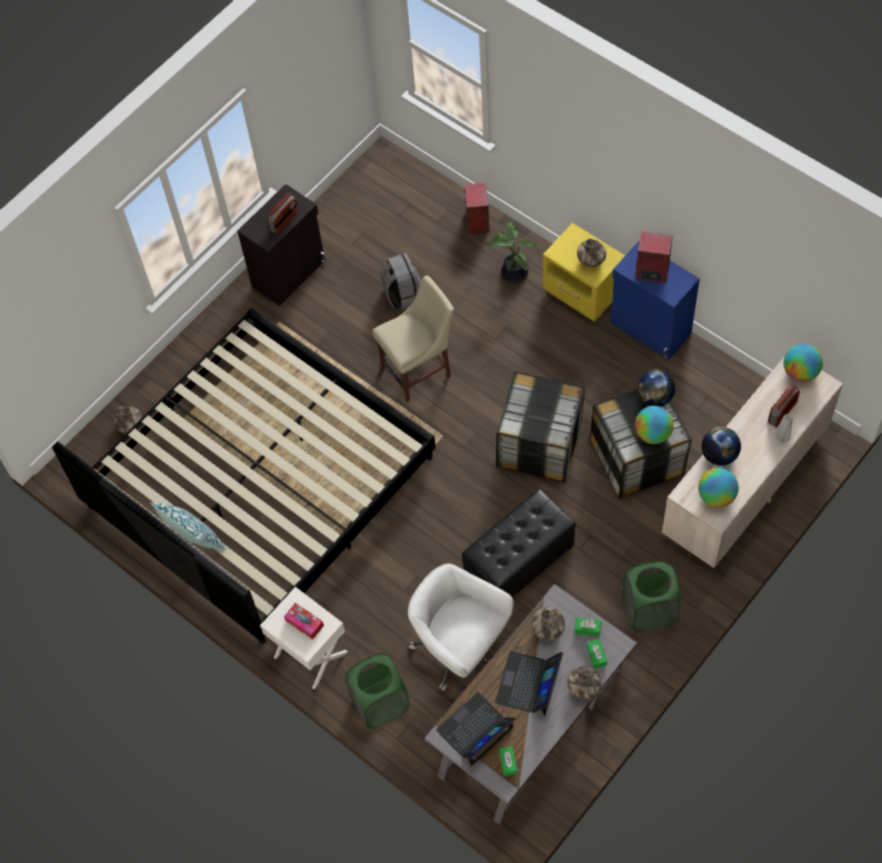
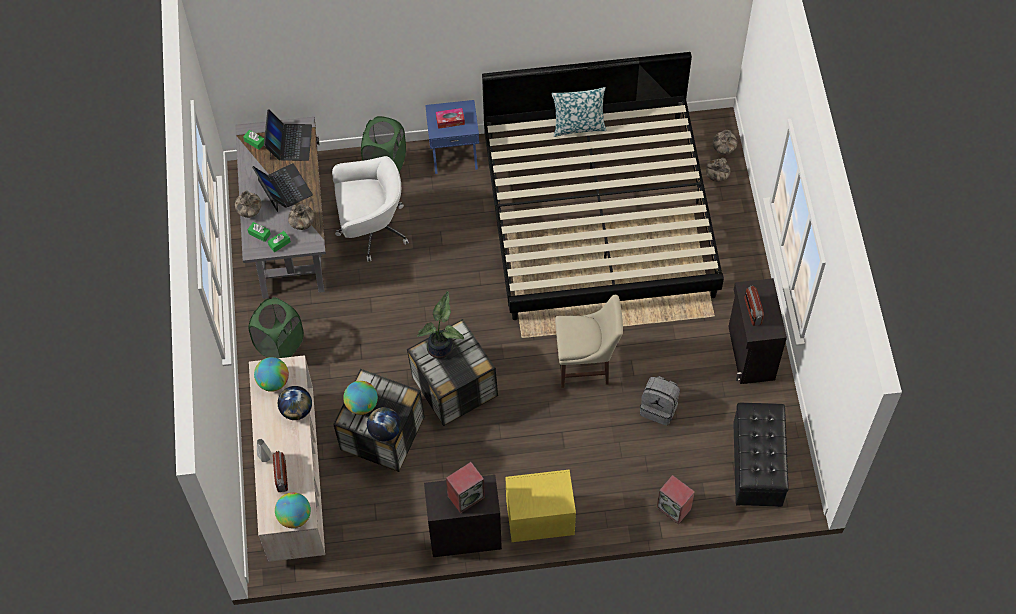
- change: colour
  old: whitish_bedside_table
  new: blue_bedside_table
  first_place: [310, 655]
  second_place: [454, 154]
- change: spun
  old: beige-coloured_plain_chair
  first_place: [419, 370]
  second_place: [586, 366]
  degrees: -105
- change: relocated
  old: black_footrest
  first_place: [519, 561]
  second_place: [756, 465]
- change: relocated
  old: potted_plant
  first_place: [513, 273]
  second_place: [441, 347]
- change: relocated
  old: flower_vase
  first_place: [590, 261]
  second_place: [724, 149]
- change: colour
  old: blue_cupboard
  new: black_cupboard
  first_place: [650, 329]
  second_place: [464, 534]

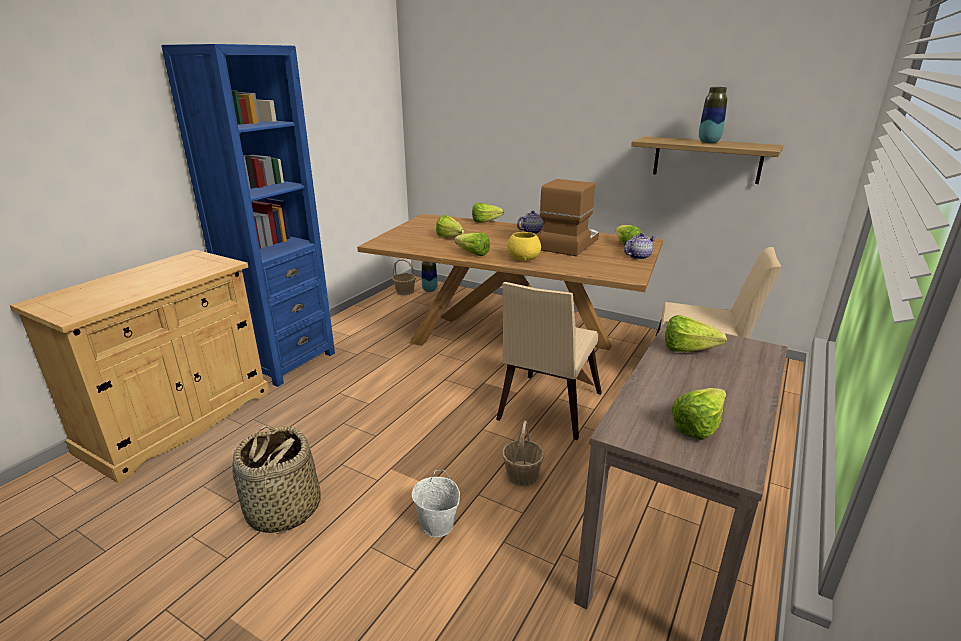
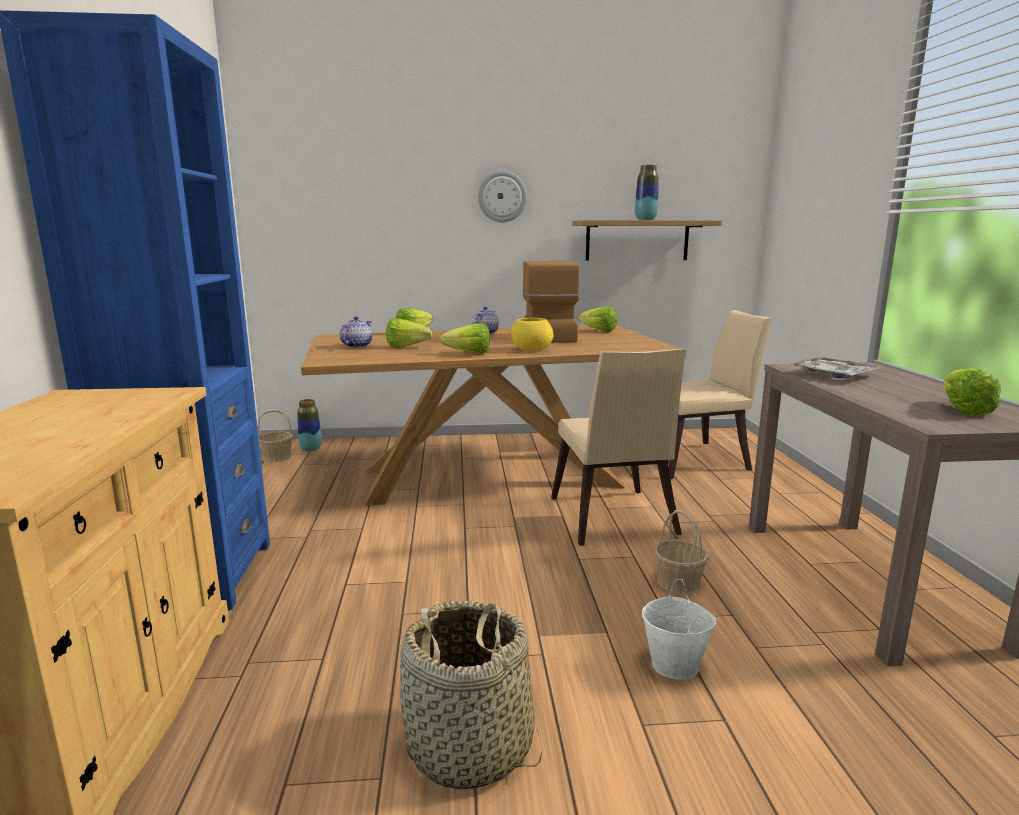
- change: relocated
  old: pot_for_tea
  first_place: [638, 256]
  second_place: [357, 346]
- change: exchanged
  old: lettuce_head
  new: tray
  first_place: [693, 351]
  second_place: [834, 375]
- change: appeared
  new: clock_on_the_wall
  second_place: [502, 196]

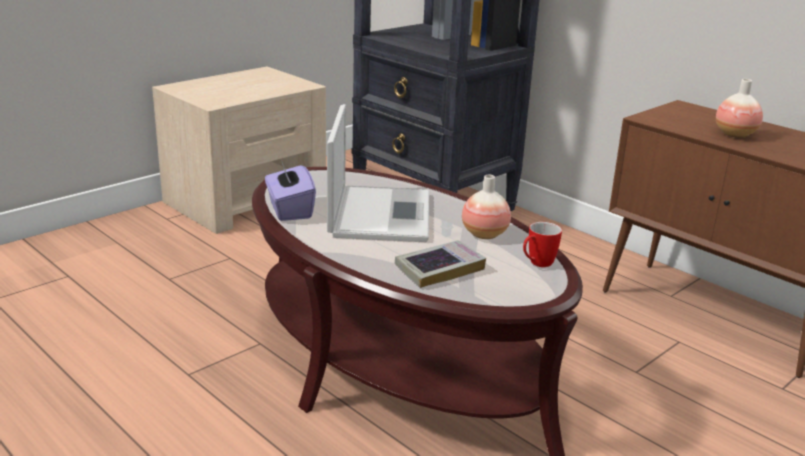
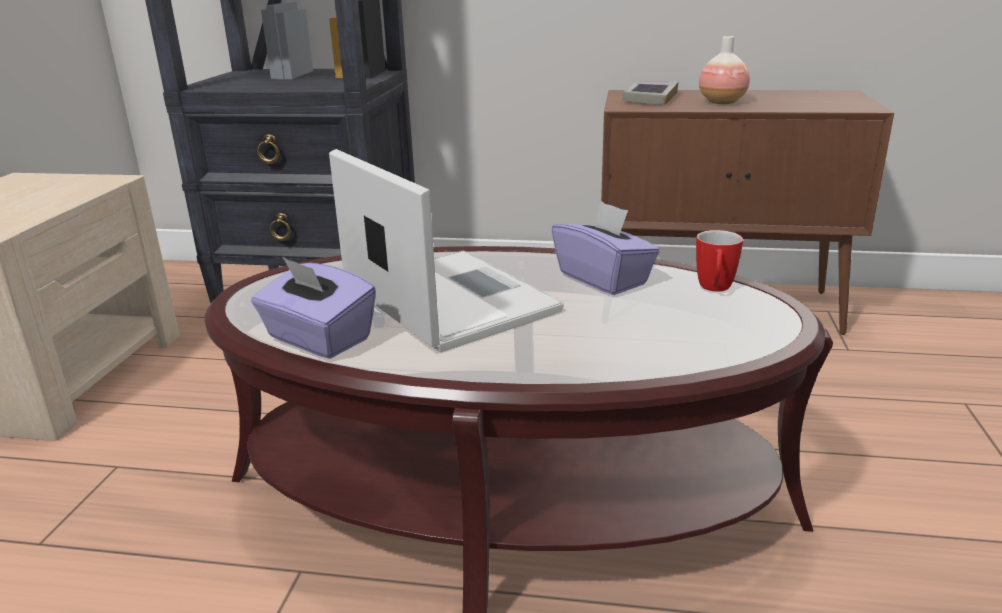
- change: relocated
  old: book
  first_place: [439, 269]
  second_place: [650, 98]
- change: exchanged
  old: flower_vase
  new: purplish_tissue_holder
  first_place: [484, 234]
  second_place: [604, 279]

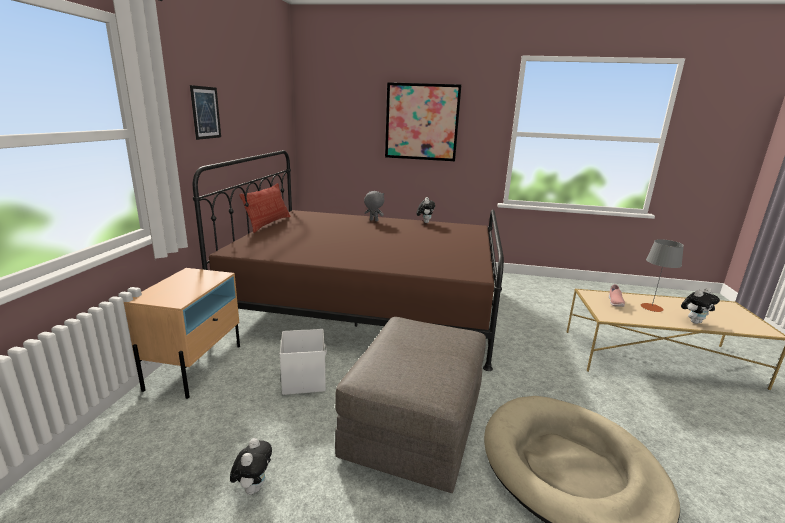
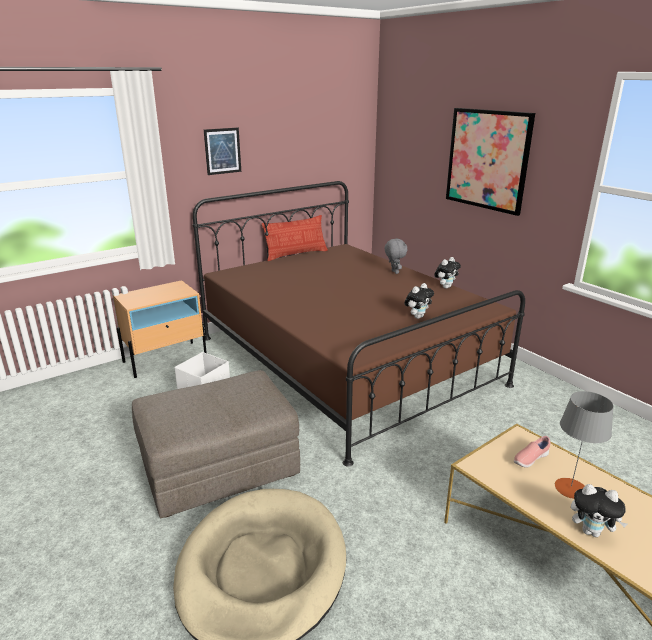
- change: relocated
  old: soft_toy
  first_place: [253, 487]
  second_place: [417, 316]

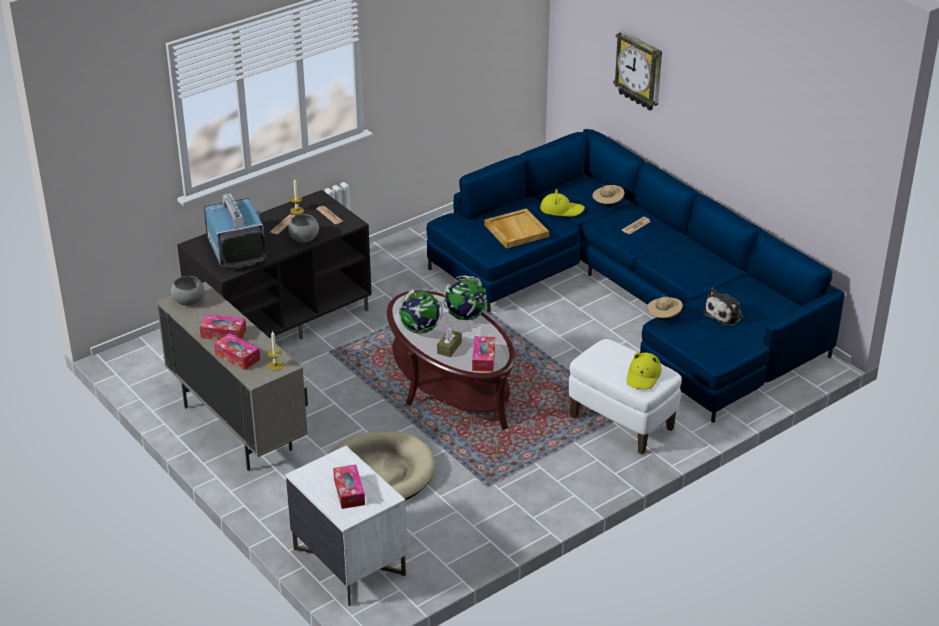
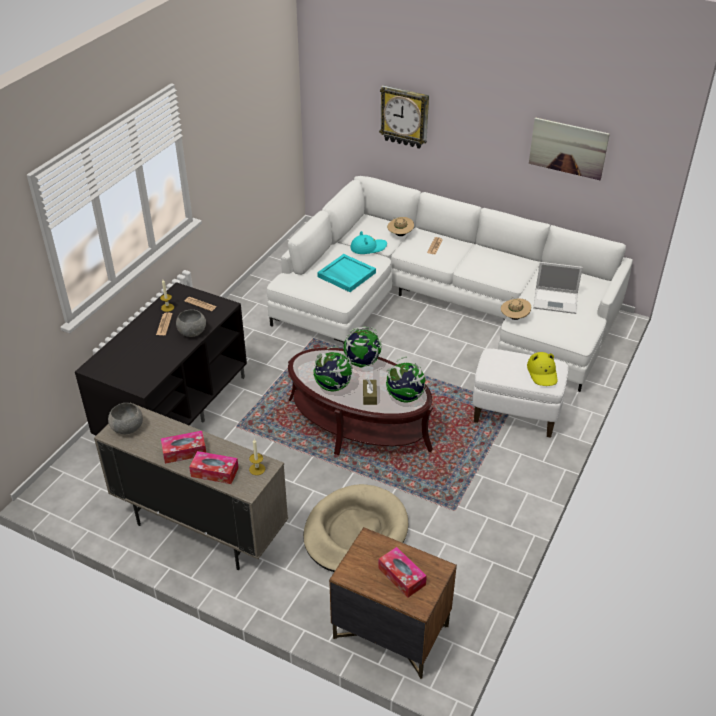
- change: missing
  old: television
  first_place: [236, 249]
- change: colour
  old: whitish_bedside_table
  new: brownish_bedside_table
  first_place: [348, 562]
  second_place: [390, 632]
- change: colour
  old: blue_settee
  new: whitish_settee
  first_place: [631, 297]
  second_place: [444, 305]
- change: exchanged
  old: tissue_holder
  new: globe
  first_place: [483, 359]
  second_place: [405, 397]
- change: colour
  old: beige-coloured_tray
  new: turquoise_tray
  first_place: [515, 230]
  second_place: [346, 275]
- change: colour
  old: yellow_wearable_hat
  new: turquoise_wearable_hat
  first_place: [561, 209]
  second_place: [368, 247]
- change: exchanged
  old: soft_toy
  new: notebook_computer
  first_place: [725, 314]
  second_place: [556, 301]
- change: appeared
  new: picture
  second_place: [568, 148]

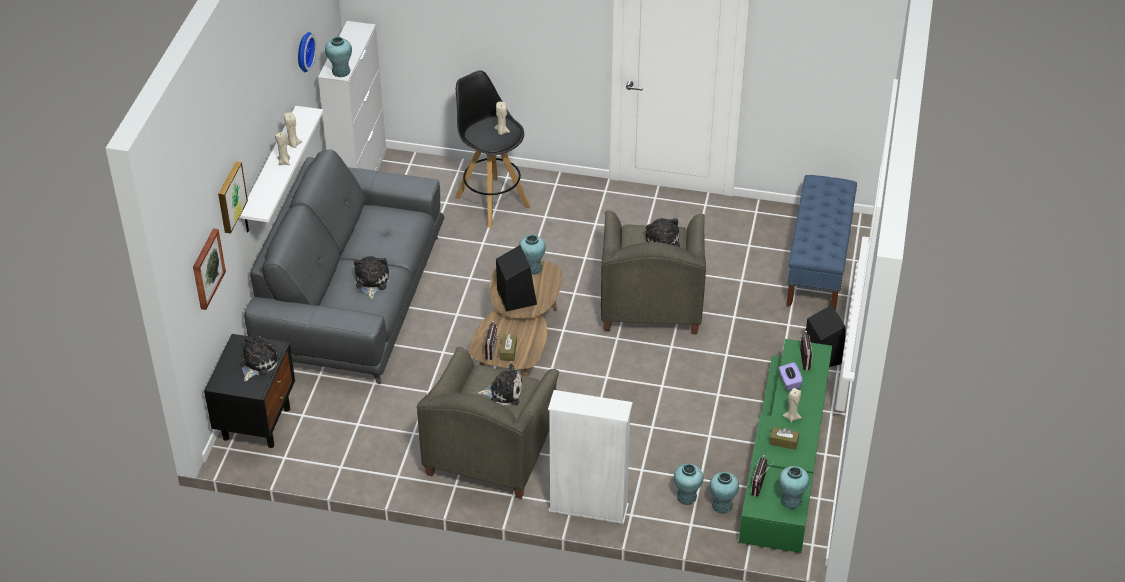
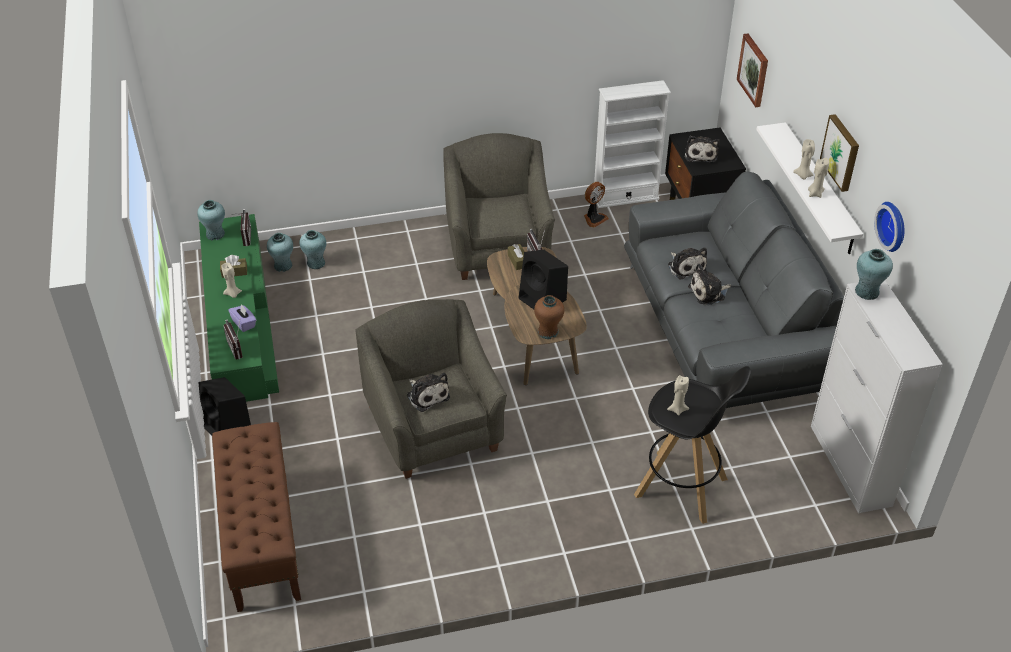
- change: relocated
  old: picture
  first_place: [230, 196]
  second_place: [841, 152]
- change: relocated
  old: soft_toy
  first_place: [503, 392]
  second_place: [709, 292]
- change: colour
  old: turquoise_flower_vase
  new: brownish_flower_vase
  first_place: [532, 268]
  second_place: [548, 332]
- change: relocated
  old: whitish_bookcase
  first_place: [588, 508]
  second_place: [625, 197]
- change: colour
  old: blue_long_seat
  new: brownish_long_seat
  first_place: [818, 265]
  second_place: [262, 537]
- change: appeared
  new: electric_fan
  second_place: [594, 218]

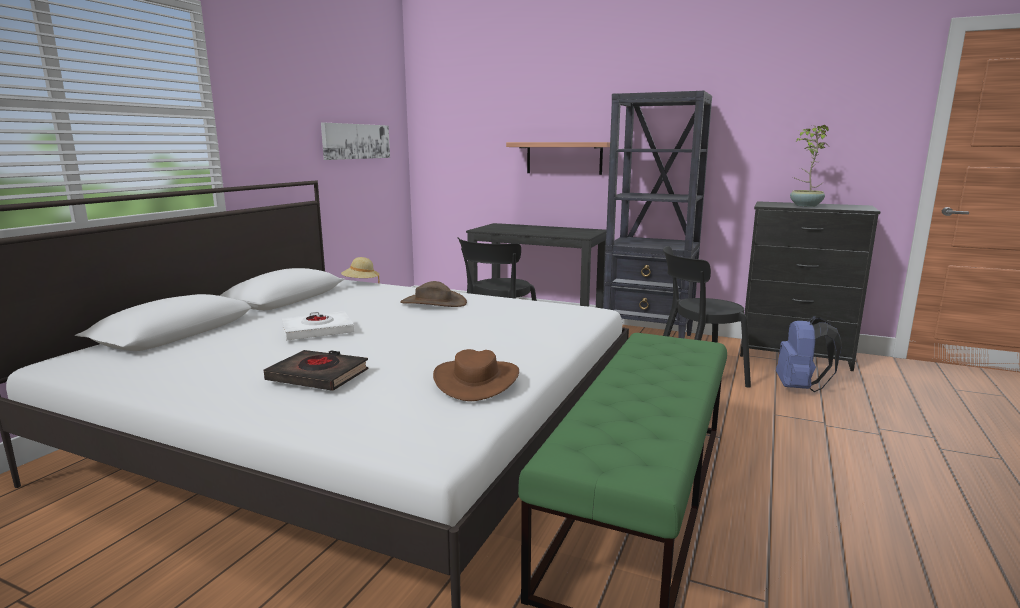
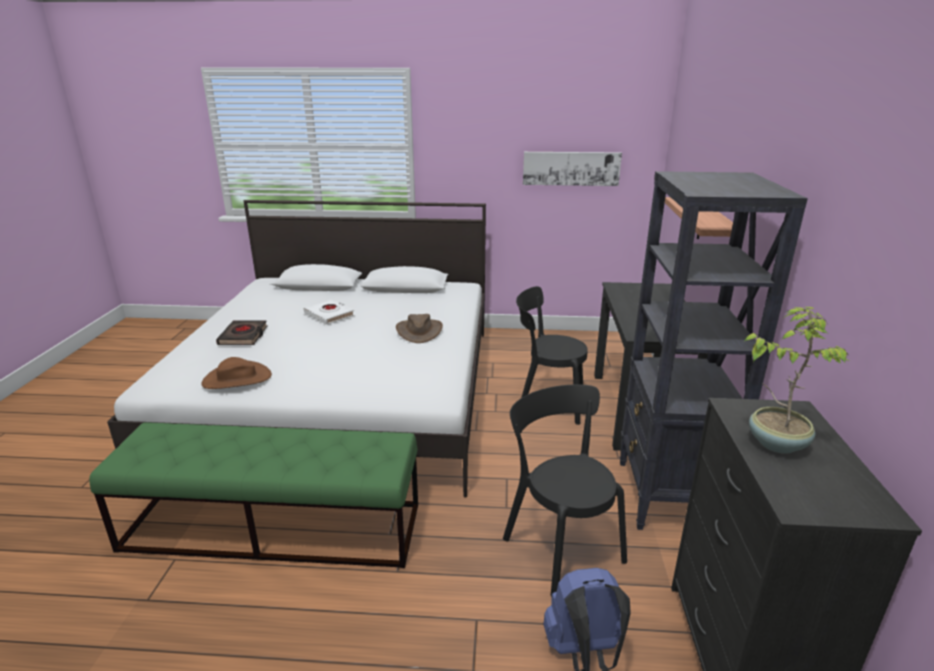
- change: missing
  old: beige-coloured_wearable_hat
  first_place: [361, 283]

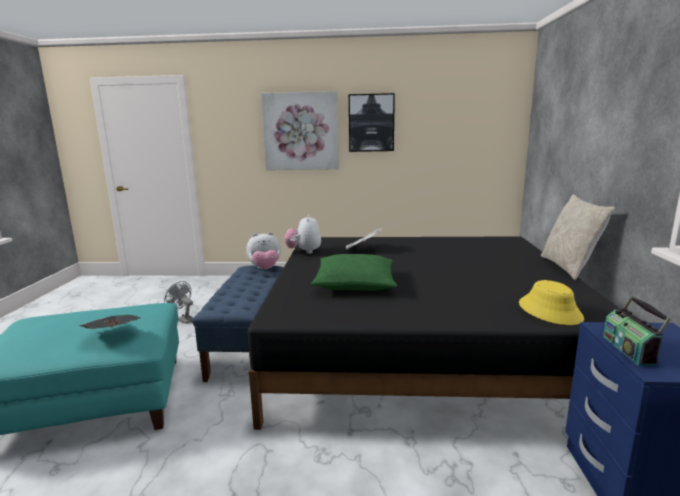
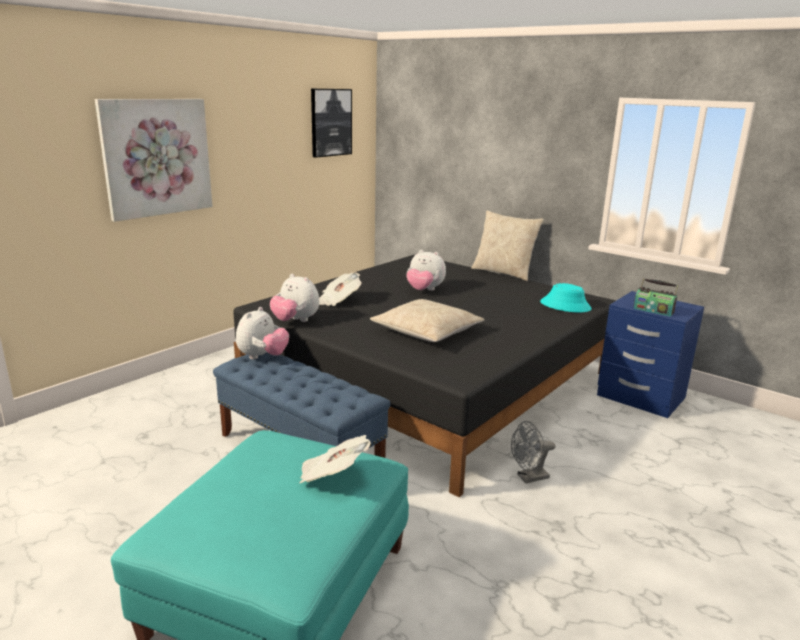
- change: relocated
  old: greyish_electric_fan
  first_place: [183, 319]
  second_place: [529, 478]
- change: colour
  old: green-coloured_pillow
  new: beige-coloured_pillow
  first_place: [355, 283]
  second_place: [426, 331]
- change: relocated
  old: picture
  first_place: [371, 123]
  second_place: [330, 122]
- change: colour
  old: yellow_wearable_hat
  new: turquoise_wearable_hat
  first_place: [550, 311]
  second_place: [565, 305]
- change: appeared
  new: soft_toy
  second_place: [424, 290]

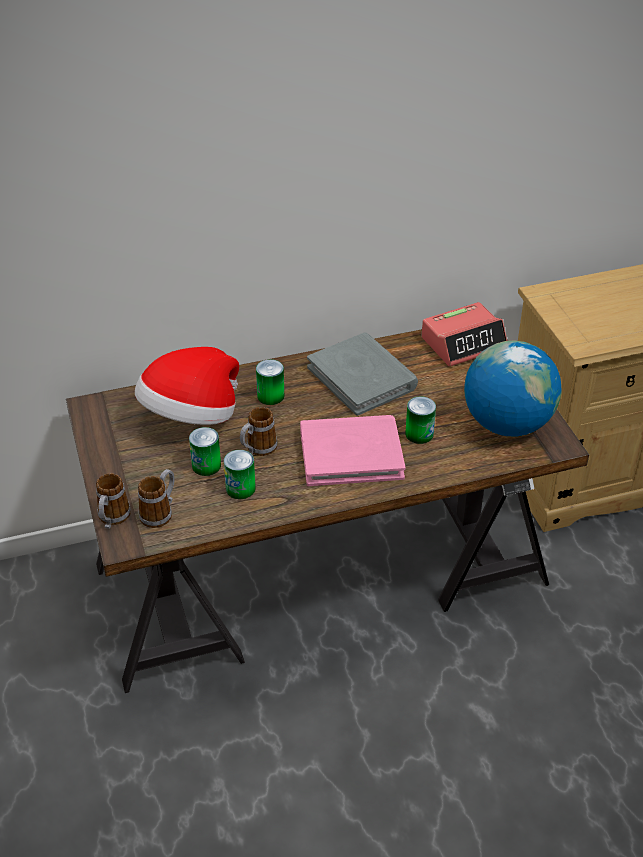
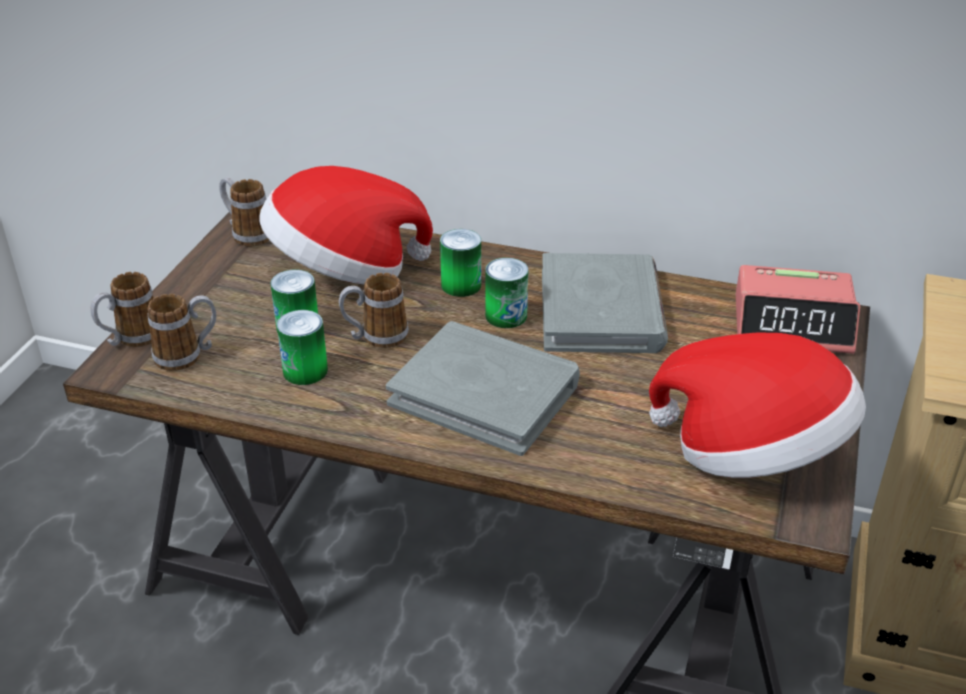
- change: colour
  old: pink-coloured_book
  new: greyish_book
  first_place: [351, 454]
  second_place: [485, 393]
- change: relocated
  old: metal_can
  first_place: [419, 434]
  second_place: [506, 316]
- change: exchanged
  old: globe
  new: wearable_hat
  first_place: [507, 424]
  second_place: [752, 452]
- change: appeared
  new: mug
  second_place: [247, 233]

